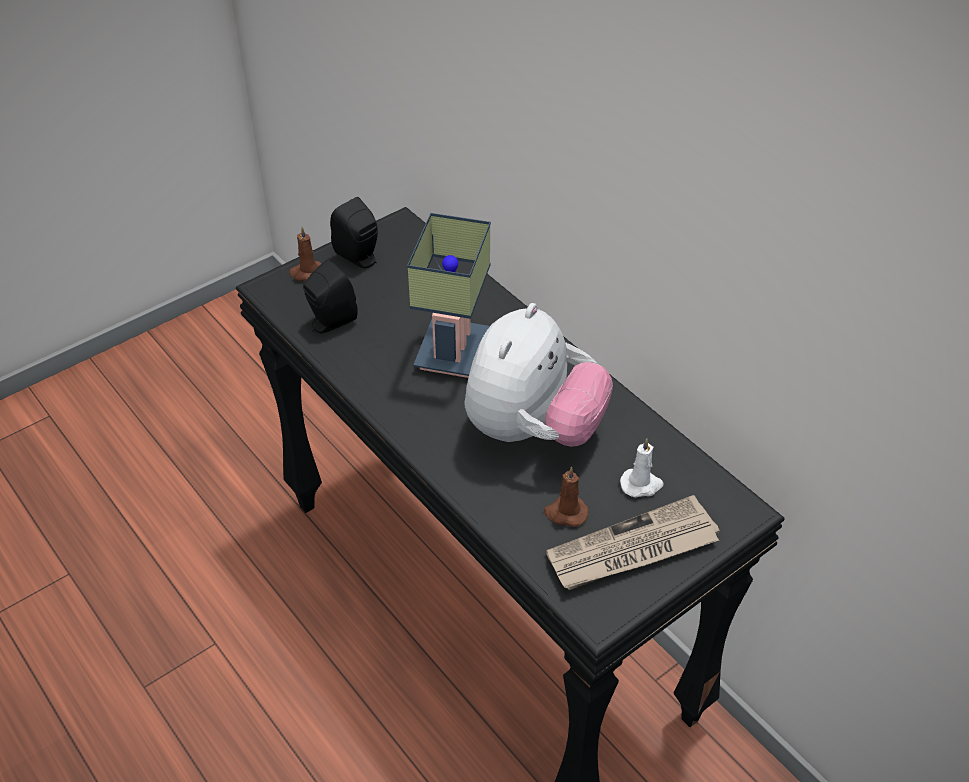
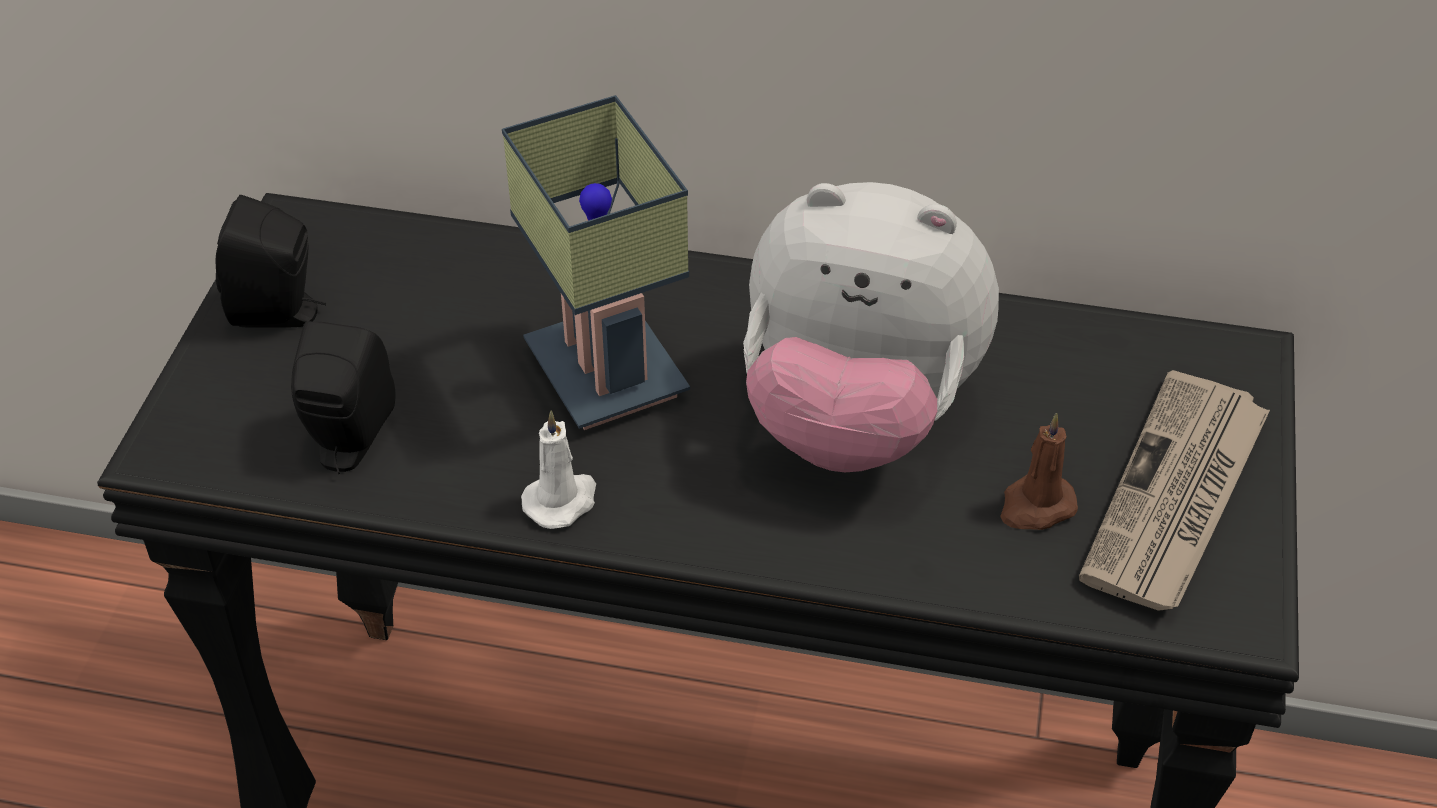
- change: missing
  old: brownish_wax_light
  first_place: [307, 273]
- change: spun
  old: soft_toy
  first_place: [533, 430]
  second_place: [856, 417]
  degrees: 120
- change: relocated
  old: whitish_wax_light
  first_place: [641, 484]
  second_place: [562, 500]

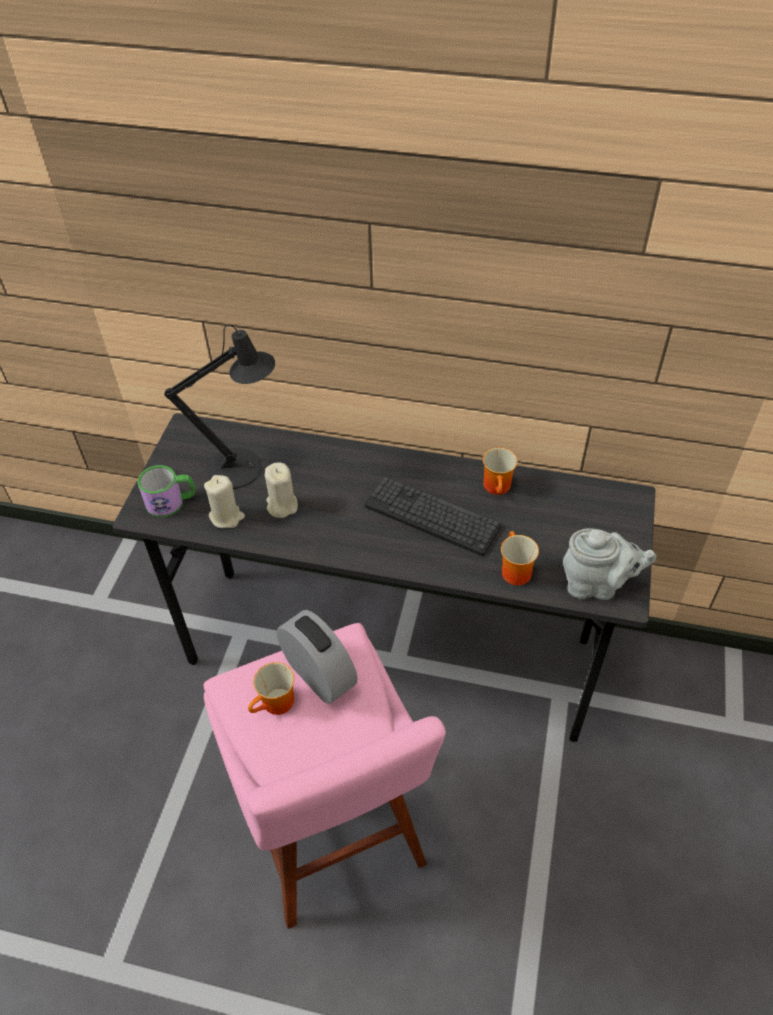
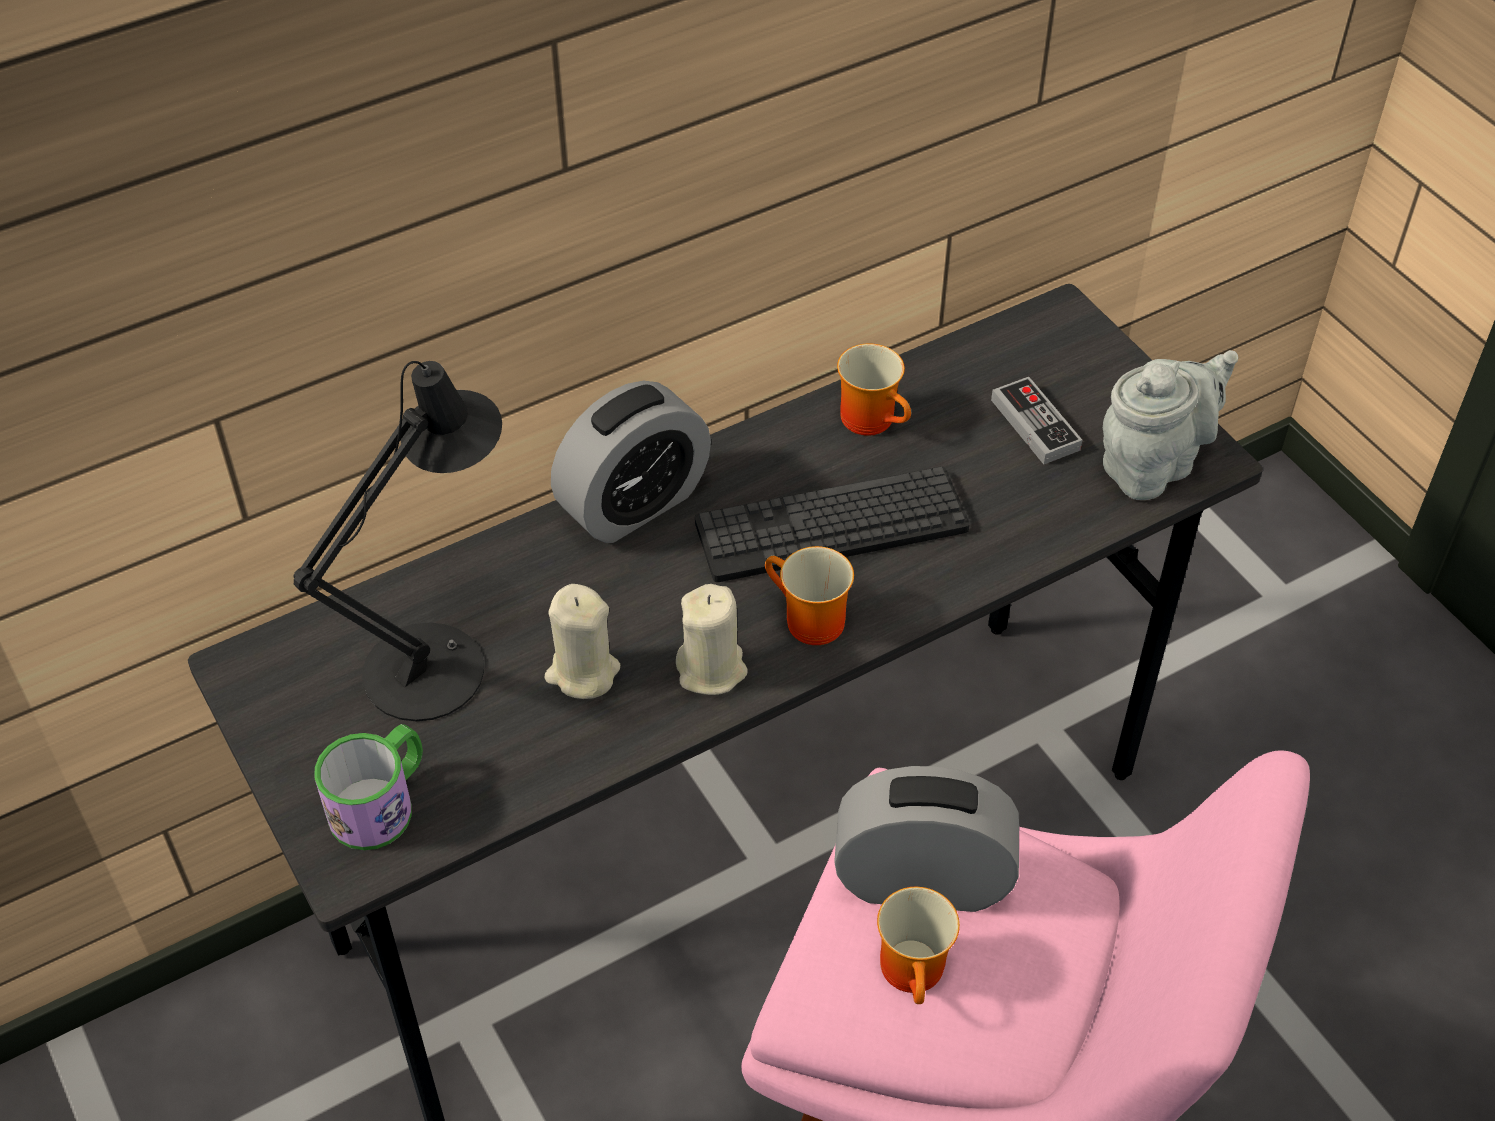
- change: relocated
  old: beige-coloured_wax_light
  first_place: [226, 517]
  second_place: [711, 669]
- change: relocated
  old: mug
  first_place: [513, 571]
  second_place: [806, 622]
- change: appeared
  new: table_clock
  second_place: [634, 504]
- change: appeared
  new: joypad
  second_place: [1035, 425]

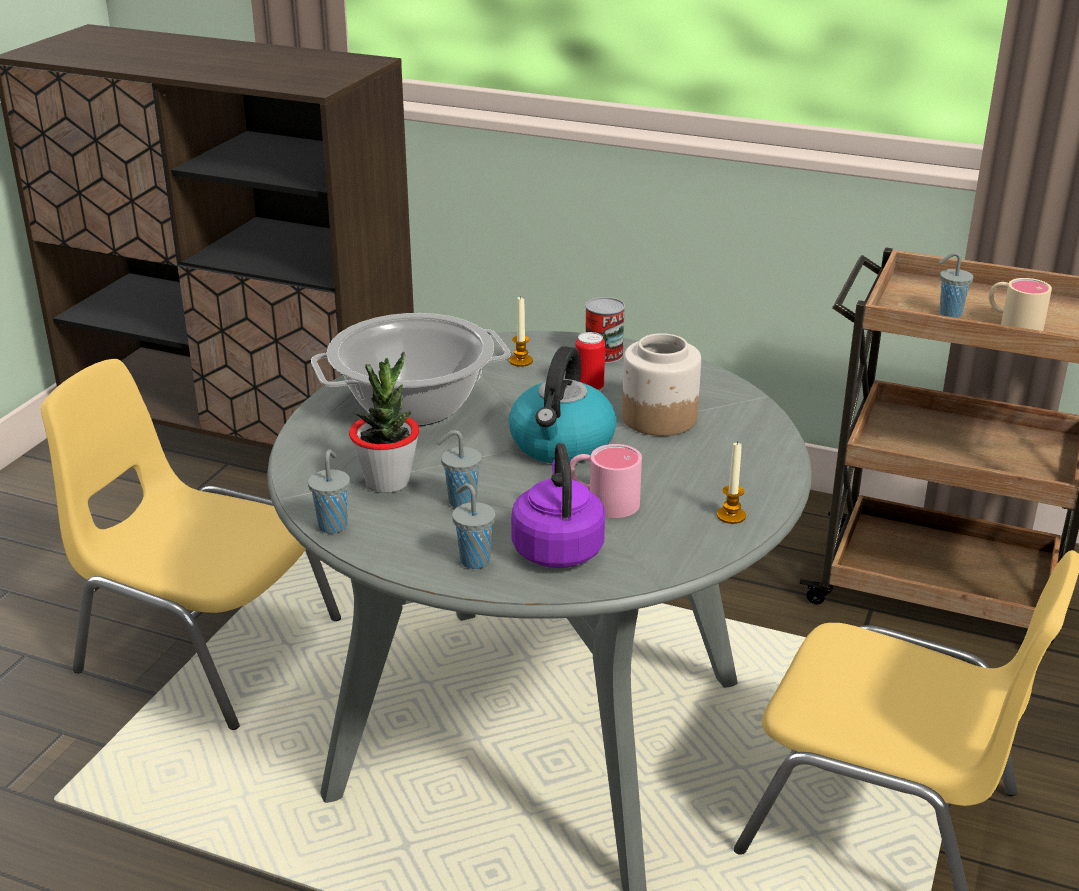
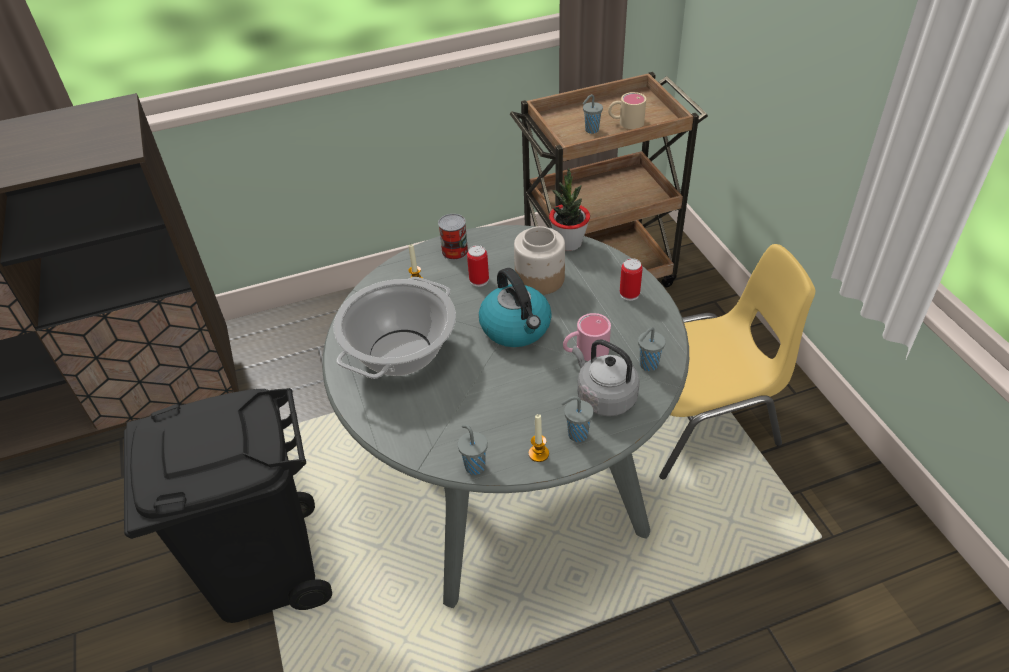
- change: exchanged
  old: yellow_plain_chair
  new: black_trash_can
  first_place: [205, 645]
  second_place: [264, 569]
- change: relocated
  old: potted_plant
  first_place: [387, 481]
  second_place: [569, 243]
- change: relocated
  old: greyish_cup
  first_place: [460, 502]
  second_place: [647, 365]
- change: colour
  old: purplish_water_kettle
  new: greyish_water_kettle
  first_place: [557, 547]
  second_place: [604, 397]
- change: relocated
  old: wax_light
  first_place: [731, 516]
  second_place: [538, 453]
- change: appeared
  new: metal_can
  second_place: [629, 294]

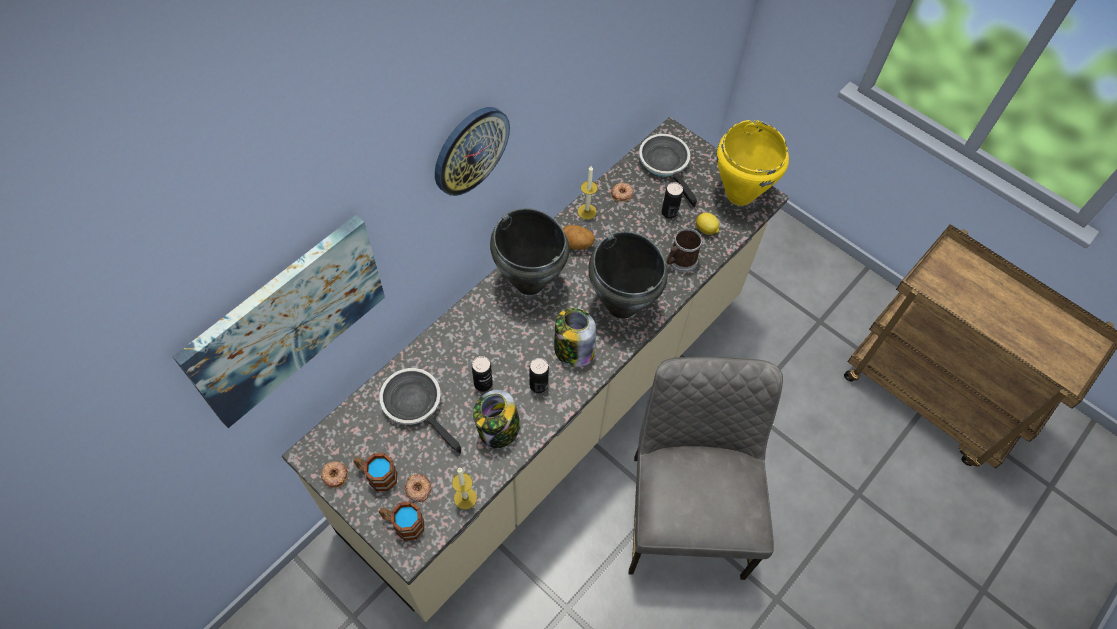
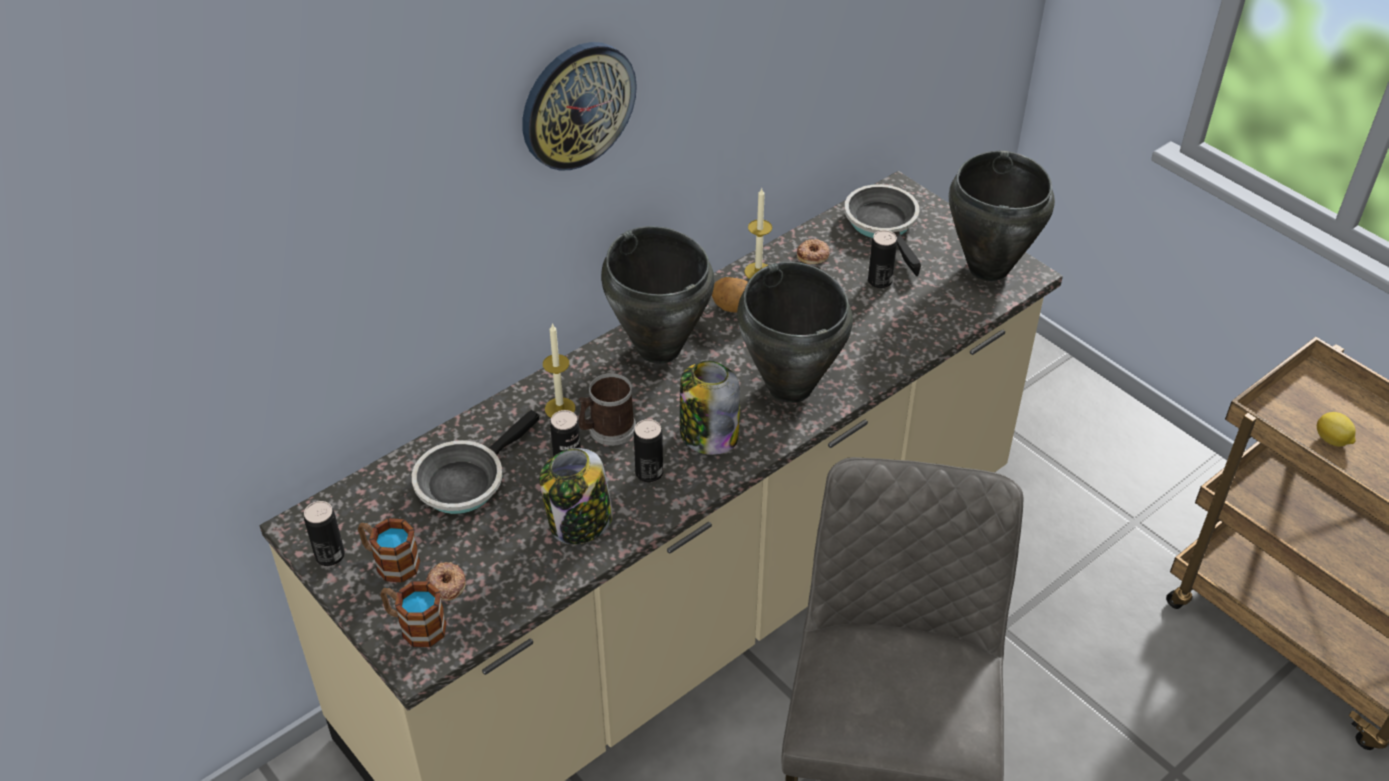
- change: missing
  old: picture
  first_place: [286, 319]
- change: exchanged
  old: donut
  new: metal_can
  first_place: [335, 475]
  second_place: [330, 555]
- change: spun
  old: skillet
  first_place: [416, 404]
  second_place: [465, 481]
  degrees: -105
- change: relocated
  old: wax_light
  first_place: [465, 498]
  second_place: [560, 408]
- change: relocated
  old: mug
  first_place: [680, 261]
  second_place: [607, 430]
- change: relocated
  old: whole_lemon
  first_place: [706, 230]
  second_place: [1332, 441]
- change: colour
  old: yellow_stockpot
  new: black_stockpot
  first_place: [739, 195]
  second_place: [987, 268]

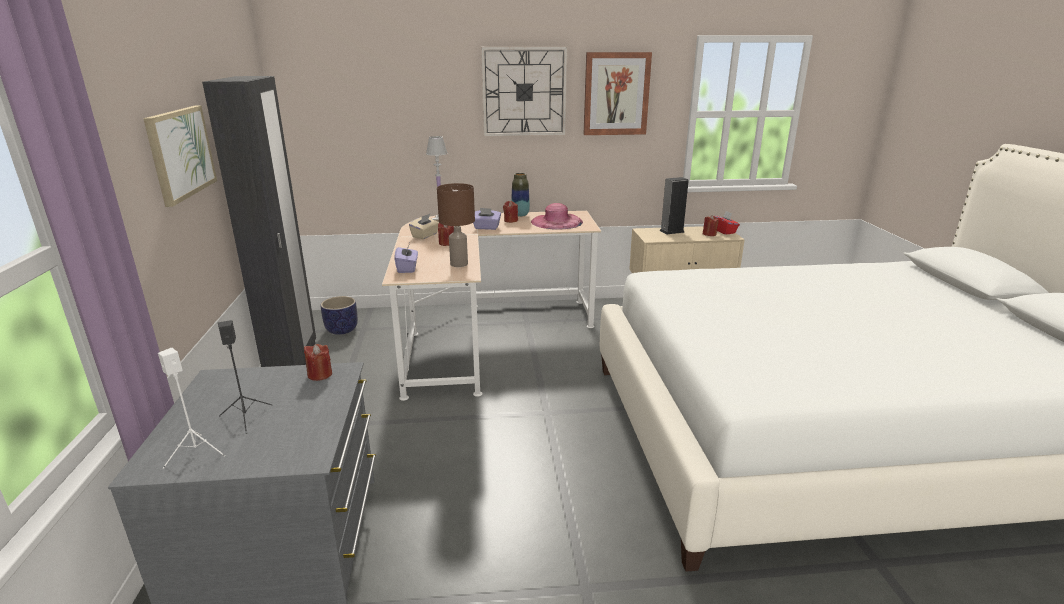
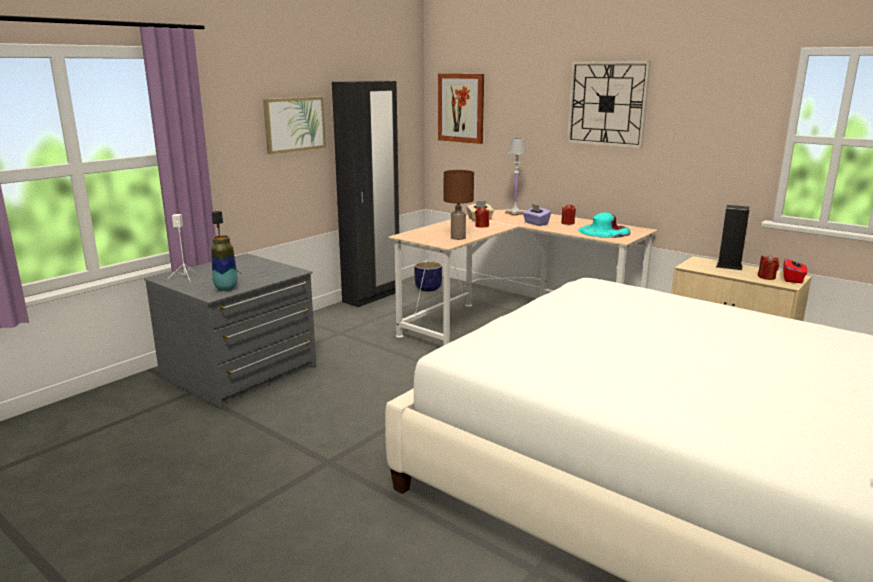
- change: missing
  old: reddish_wax_light
  first_place: [320, 374]
- change: missing
  old: purplish_tissue_holder
  first_place: [407, 268]
- change: relocated
  old: flower_vase
  first_place: [520, 215]
  second_place: [226, 289]
- change: colour
  old: pink-coloured_wearable_hat
  new: turquoise_wearable_hat
  first_place: [556, 221]
  second_place: [604, 231]
- change: relocated
  old: picture
  first_place: [616, 94]
  second_place: [461, 108]

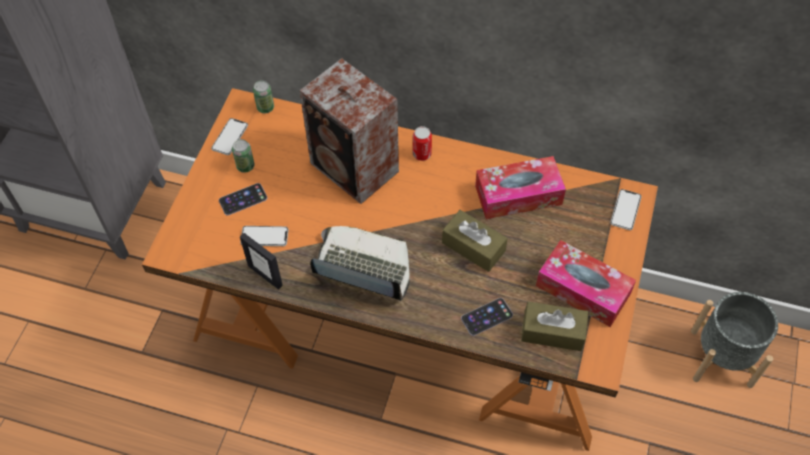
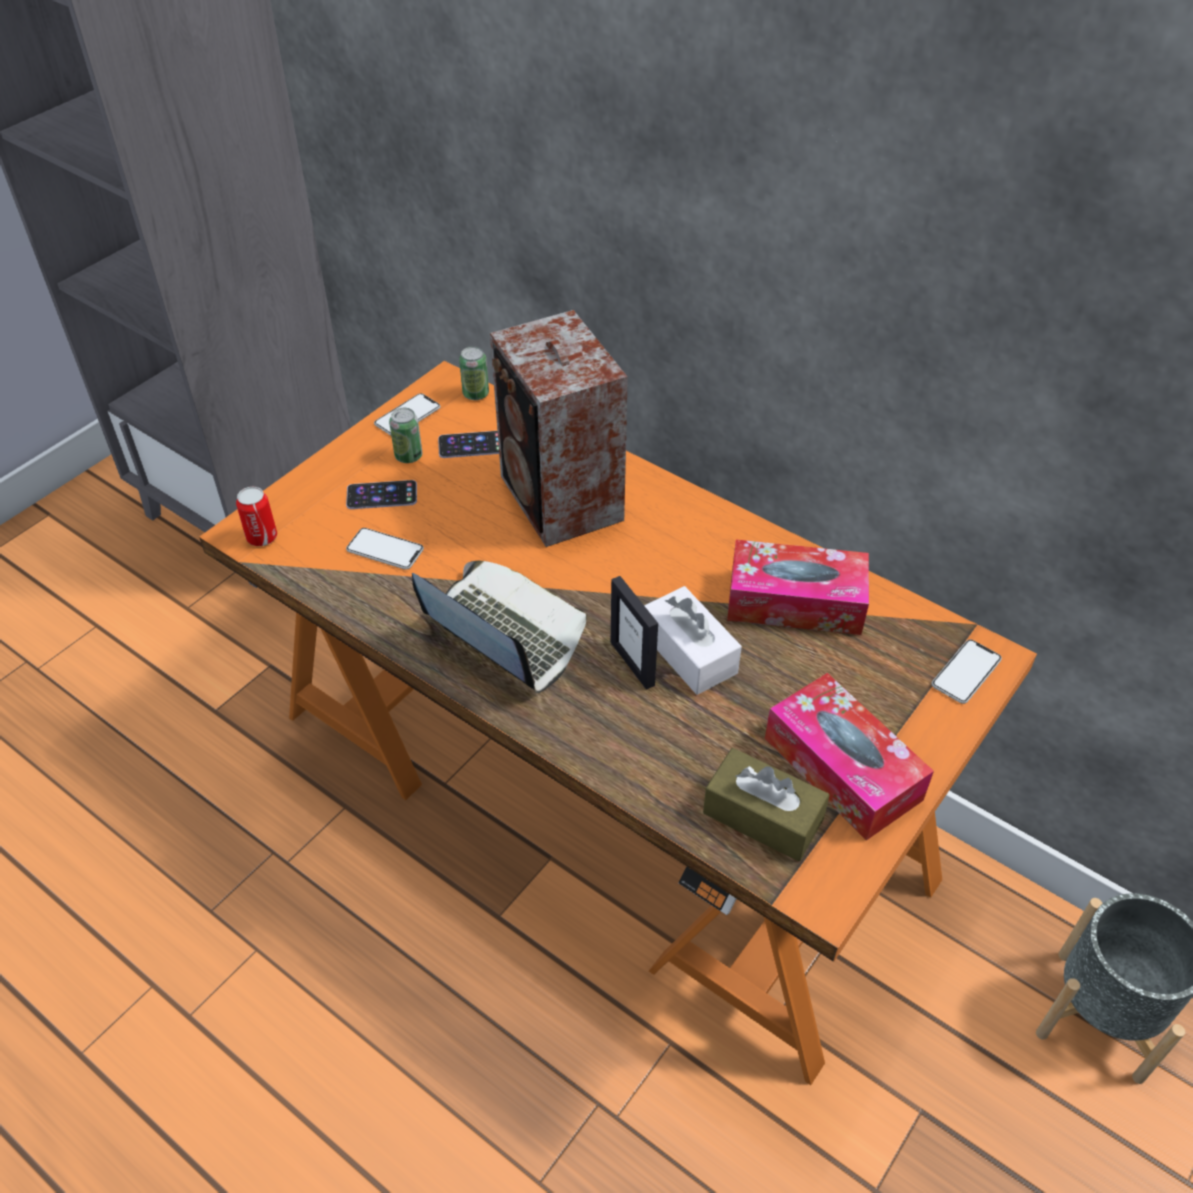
- change: relocated
  old: picture_frame
  first_place: [265, 275]
  second_place: [633, 663]
- change: relocated
  old: metal_can
  first_place: [422, 154]
  second_place: [262, 537]
- change: colour
  old: brownish_tissue_holder
  new: whitish_tissue_holder
  first_place: [473, 247]
  second_place: [689, 653]
- change: relocated
  old: handset
  first_place: [487, 317]
  second_place: [472, 445]

